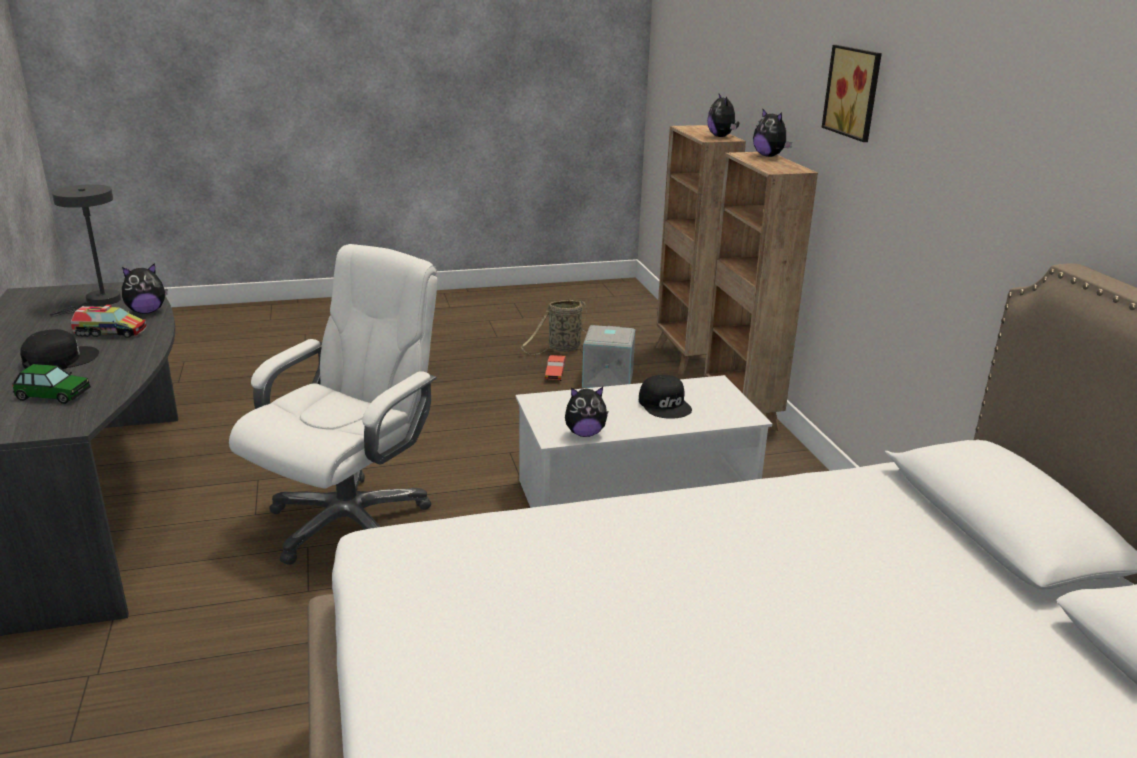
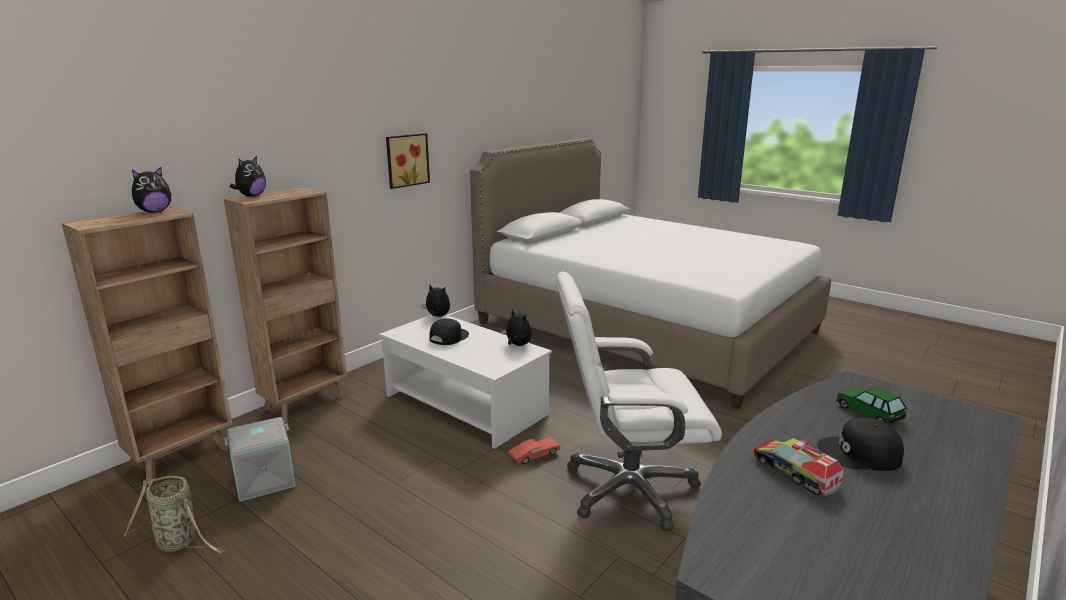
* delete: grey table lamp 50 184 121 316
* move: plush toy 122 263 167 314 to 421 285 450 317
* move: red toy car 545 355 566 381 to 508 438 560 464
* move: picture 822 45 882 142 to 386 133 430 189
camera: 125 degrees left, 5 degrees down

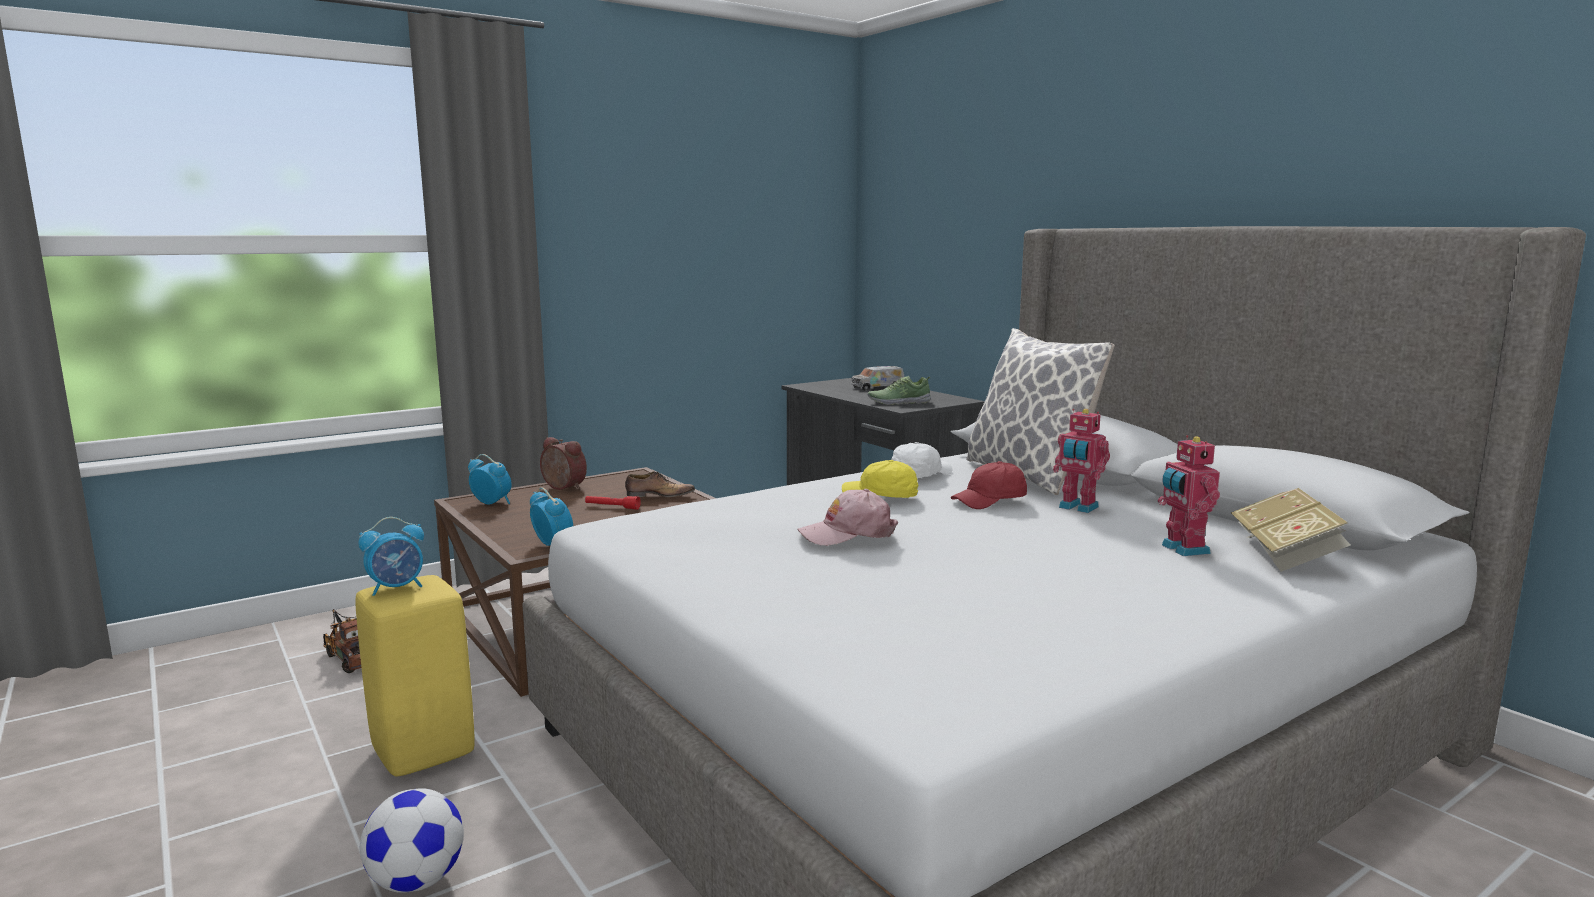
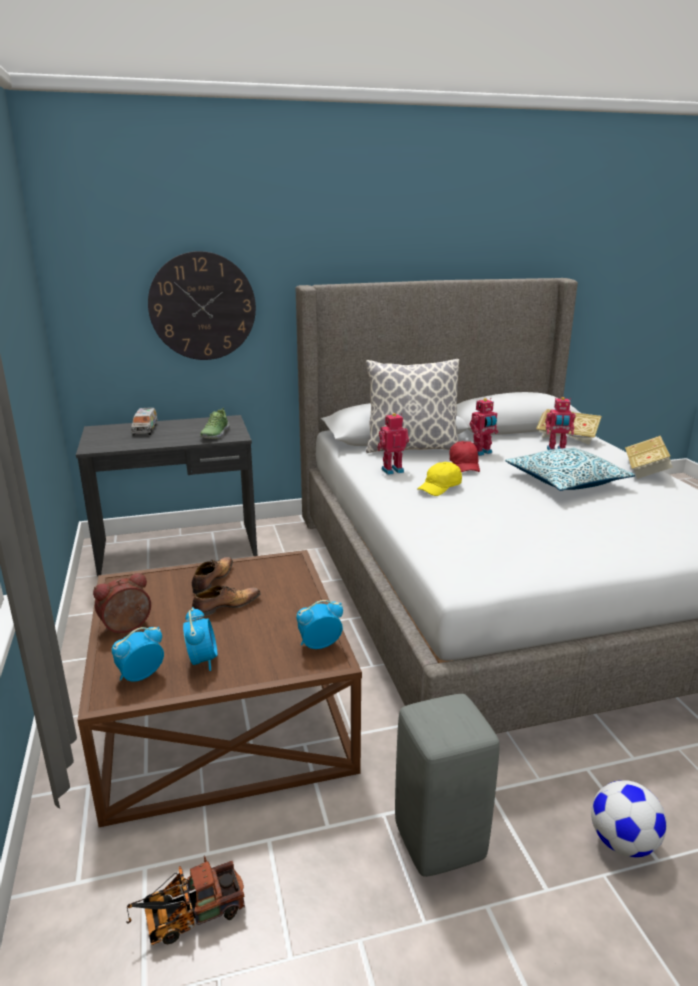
* delete: pink cap 798 489 898 546
* insert: wall clock 148 251 256 360
* insert: pillow 506 447 635 491
* insert: book 625 436 673 479
* move: alarm clock 358 517 424 596 to 183 607 217 671
* replace: red flashlight 585 496 641 510 to shoe 192 585 261 616
* replace: white cap 891 442 952 478 to toy robot 377 413 409 475
* recolor: yellow stool 355 575 474 776 to grey stool 395 694 500 877
camera: 70 degrees left, 10 degrees up

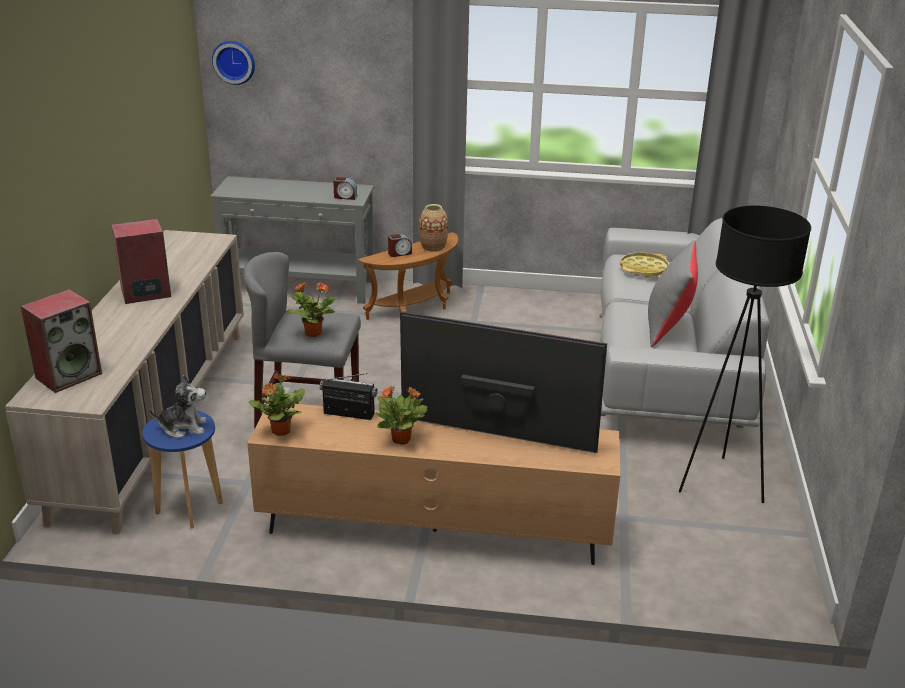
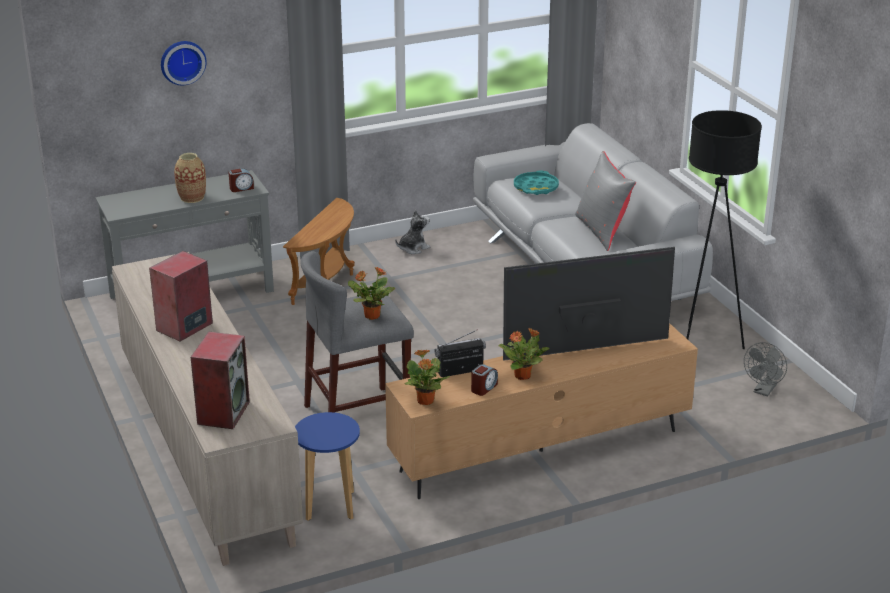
* insert: grey fan 744 342 787 396
* move: plush toy 149 375 206 438 to 395 210 430 254
* move: wall clock 212 41 255 85 to 161 41 207 85
* move: alarm clock 388 234 412 257 to 471 364 498 396
* move: vase 419 204 448 252 to 174 153 206 203
* recolor: yellow tray 620 252 669 278 to turquoise tray 514 170 559 195
camera: 30 degrees left, 0 degrees up

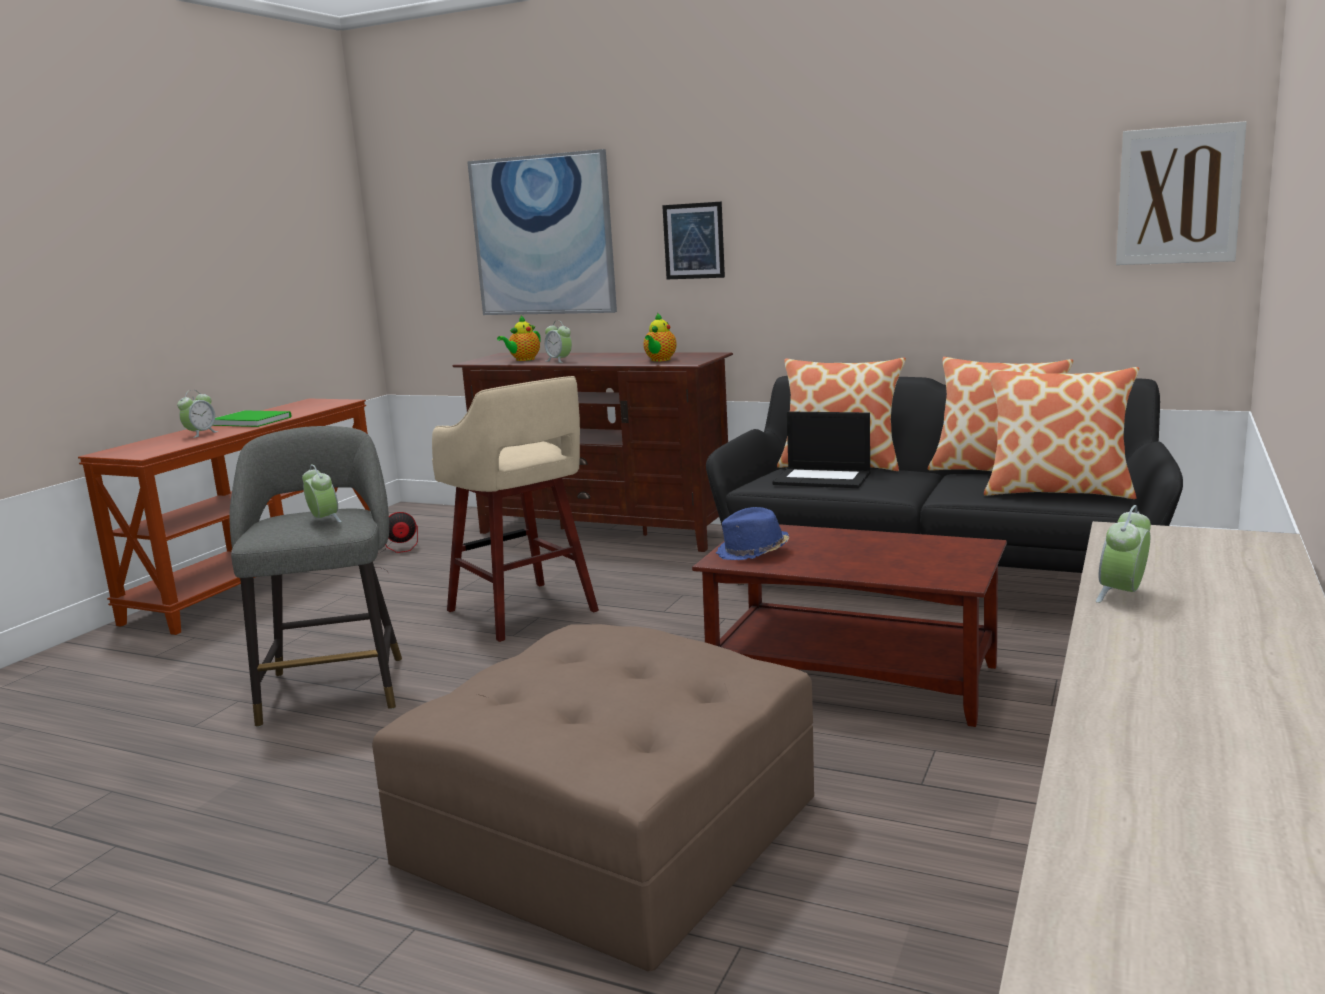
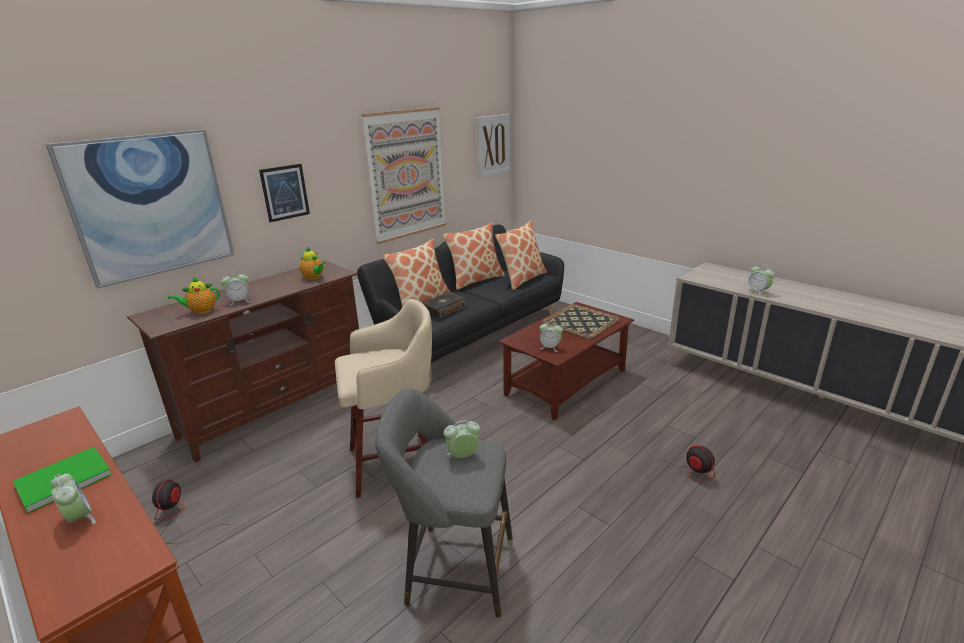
* insert: picture 362 107 446 244
* insert: tray 541 304 620 339
* replace: brown ottoman 372 624 814 972 to fan 642 446 715 495
* replace: blue hat 716 507 789 560 to alarm clock 539 321 563 352
* replace: laptop 773 411 870 488 to book 422 292 467 320
* rotate: teapot 497 316 541 361 = 168 276 220 314 90 degrees clockwise
camera: 70 degrees left, 10 degrees up

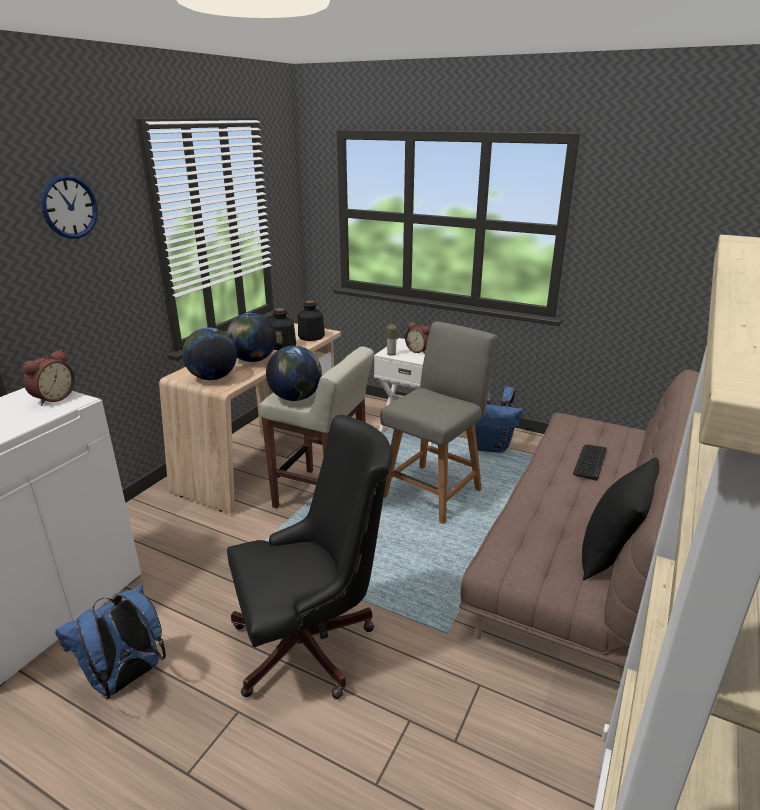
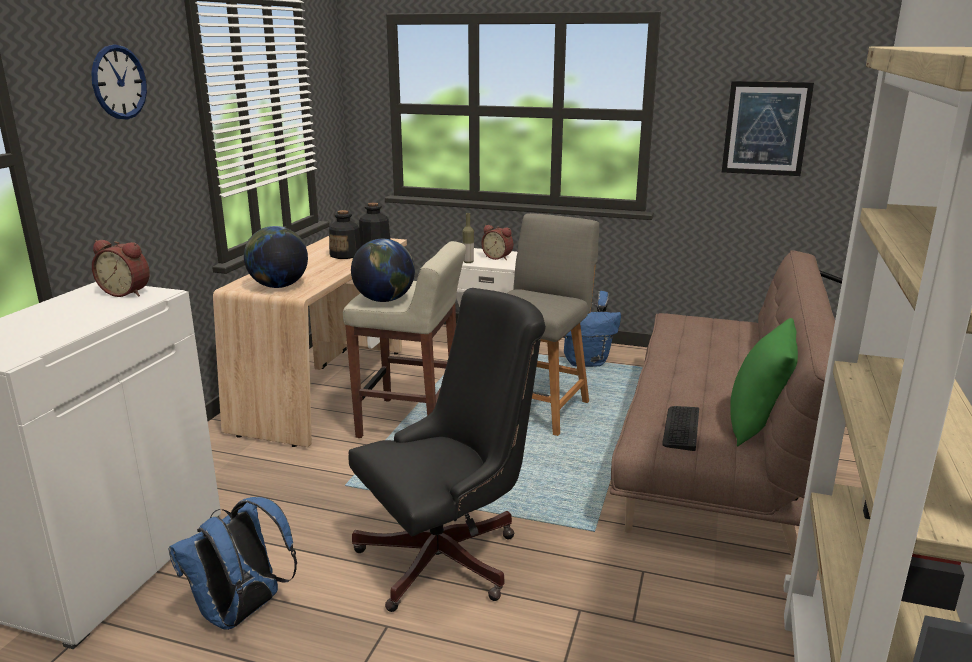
* delete: globe 226 313 276 362
* insert: picture 722 81 814 176
* move: keyboard 573 445 607 481 to 662 406 699 451
* recolor: black pillow 582 457 659 580 to green pillow 730 318 798 446
* rotate: alarm clock 23 350 75 406 = 92 240 150 297 90 degrees clockwise
camera: 10 degrees left, 5 degrees down

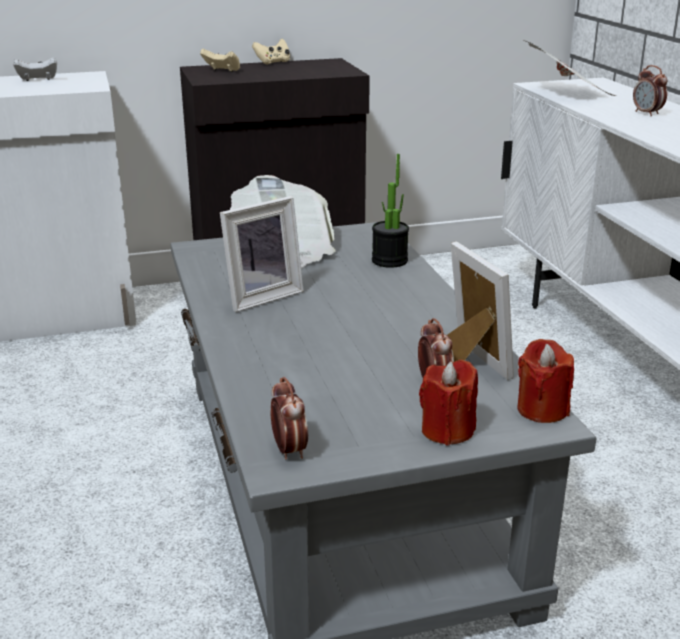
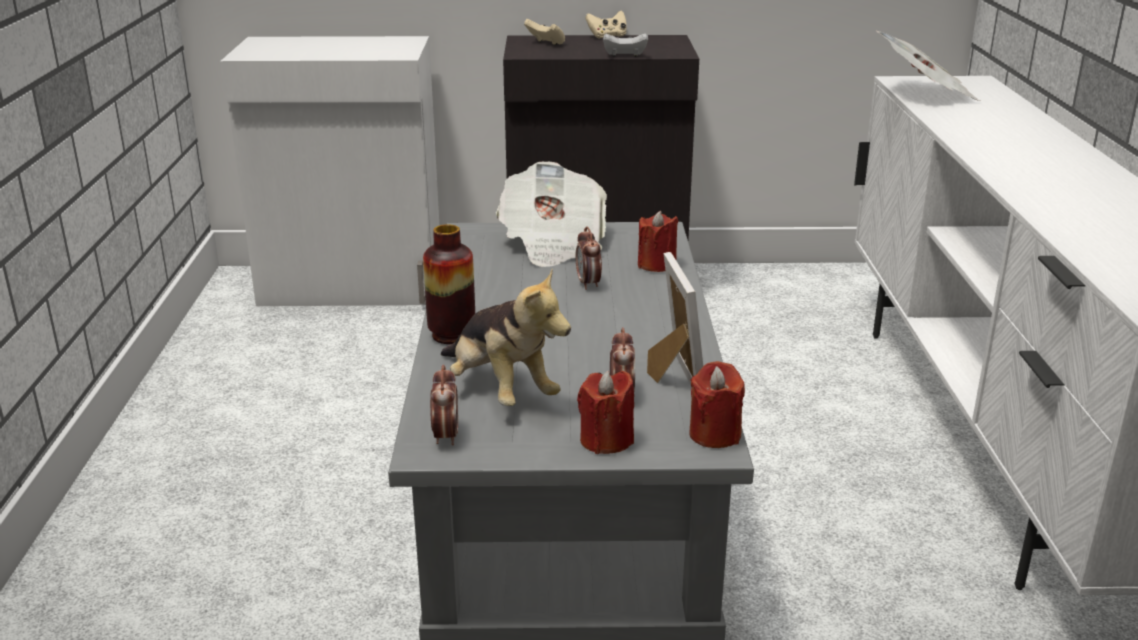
* delete: picture frame 220 196 304 312
* insert: vase 423 224 475 344
* insert: plush toy 441 269 571 406
* move: white game controller 13 58 57 81 to 603 34 648 56
* move: alarm clock 633 65 668 116 to 576 226 602 290
* replace: potted plant 372 154 409 268 to red candle 638 211 679 272
camera: 15 degrees right, 0 degrees up

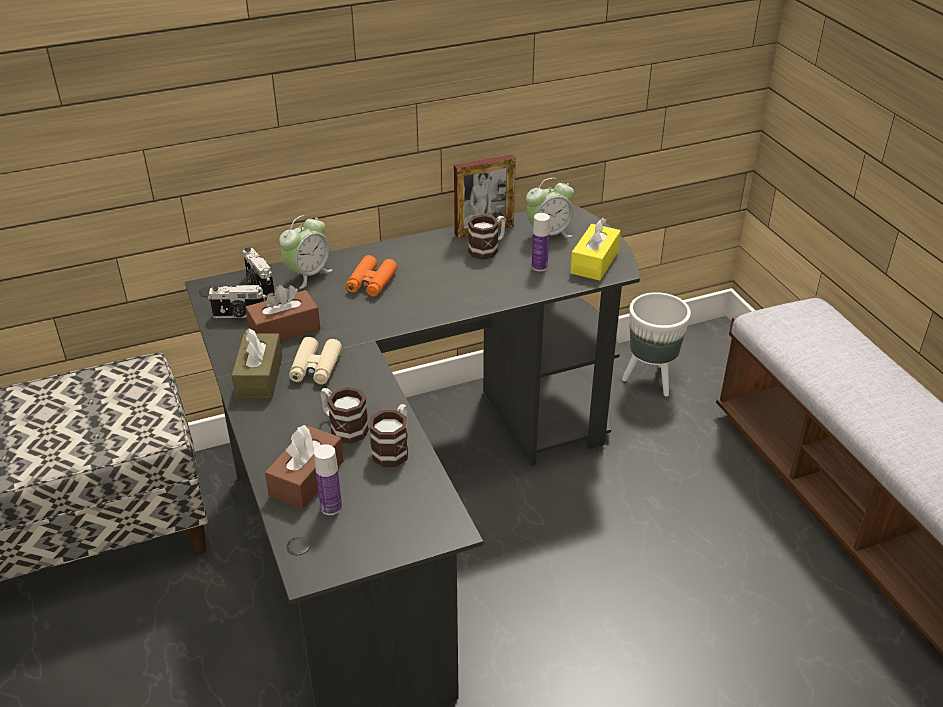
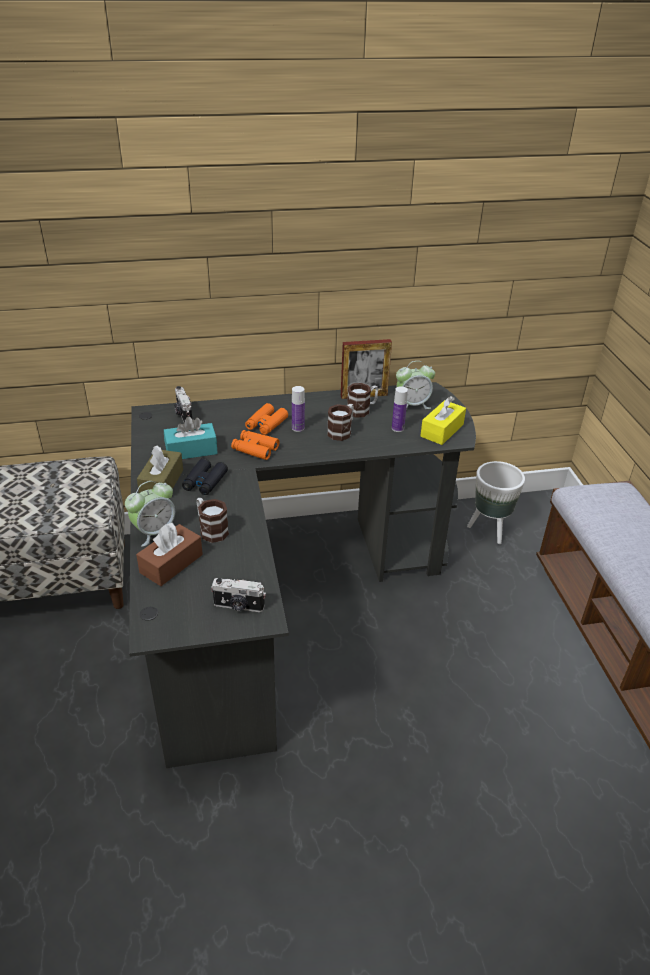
* insert: orange binoculars 231 430 279 460
* move: photo camera 208 285 265 318 to 211 578 266 612
* move: alarm clock 279 215 332 289 to 125 481 175 547
* move: bottle 314 444 342 515 to 292 386 305 432
* move: mug 369 404 409 467 to 327 404 354 441
* recolor: brown tissue box 245 285 320 341 to turquoise tissue box 164 416 218 459
* recolor: beige binoculars 289 337 342 384 to black binoculars 182 458 228 495
camera: 10 degrees right, 0 degrees up

